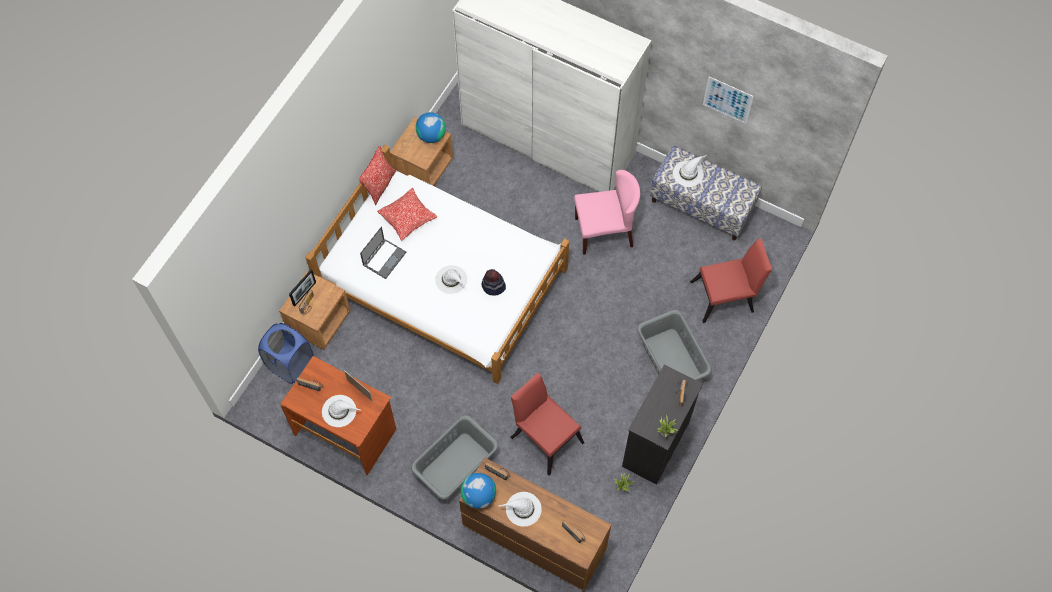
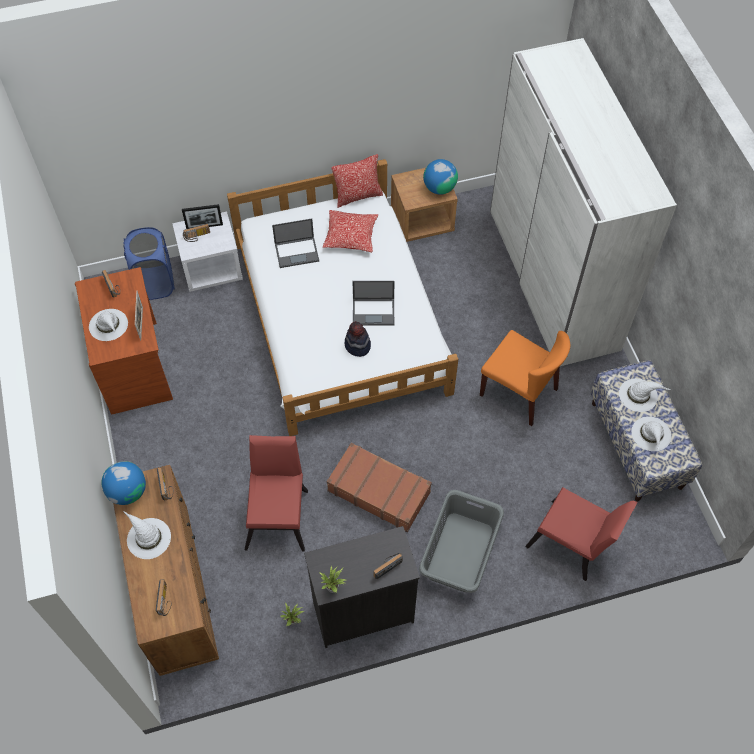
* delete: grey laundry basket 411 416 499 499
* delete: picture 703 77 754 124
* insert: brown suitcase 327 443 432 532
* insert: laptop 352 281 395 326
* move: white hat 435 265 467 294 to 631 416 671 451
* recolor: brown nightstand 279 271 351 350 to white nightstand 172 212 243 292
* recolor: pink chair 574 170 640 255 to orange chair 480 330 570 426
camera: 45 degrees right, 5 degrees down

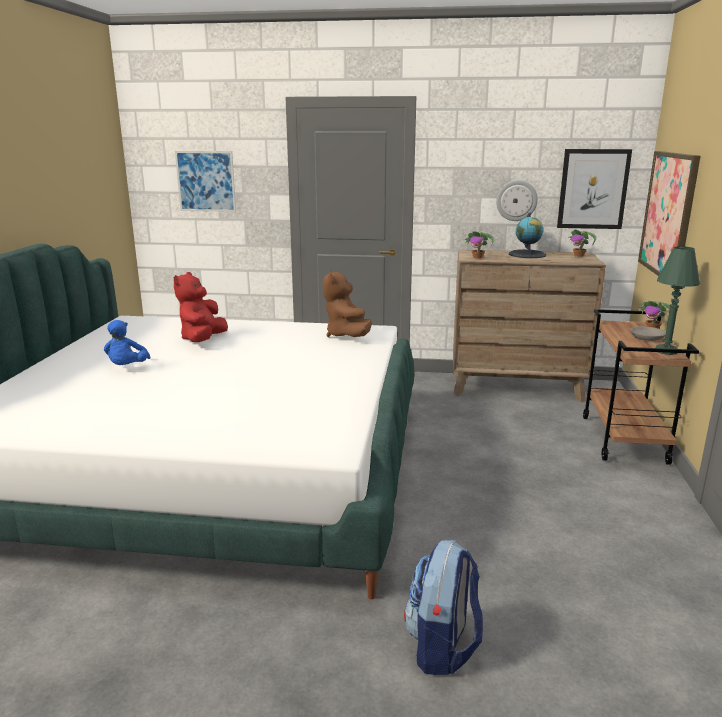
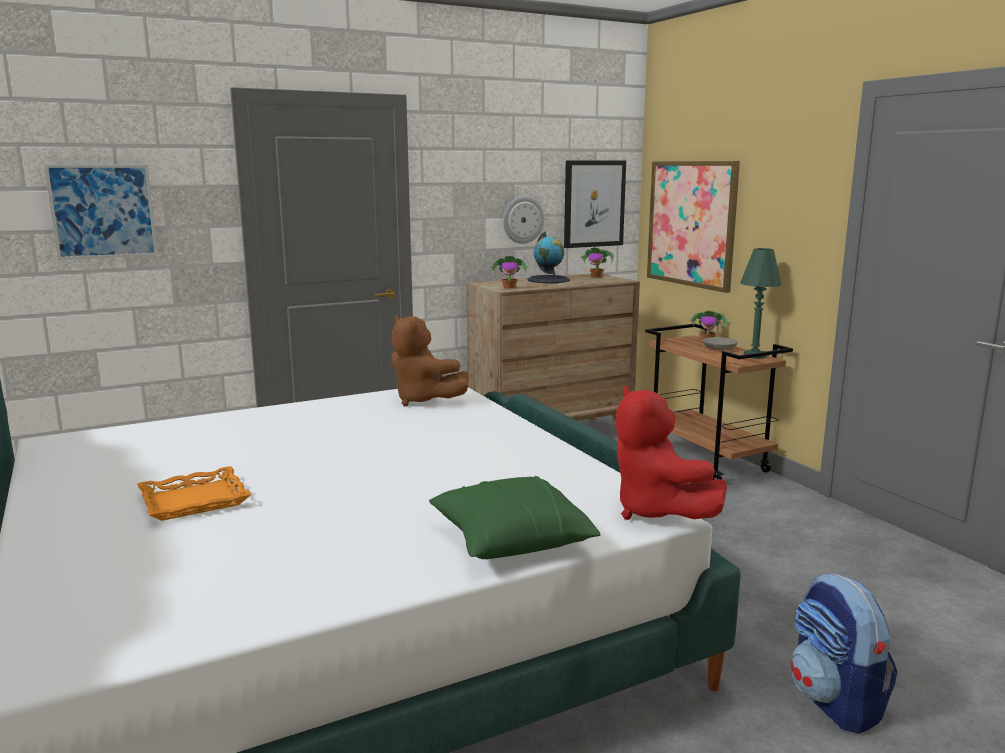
* insert: green pillow 429 476 601 559
* move: red plush toy 174 272 228 342 to 615 386 727 520
* replace: blue plush toy 104 320 151 365 to orange tray 137 466 252 521
camera: 35 degrees left, 5 degrees down

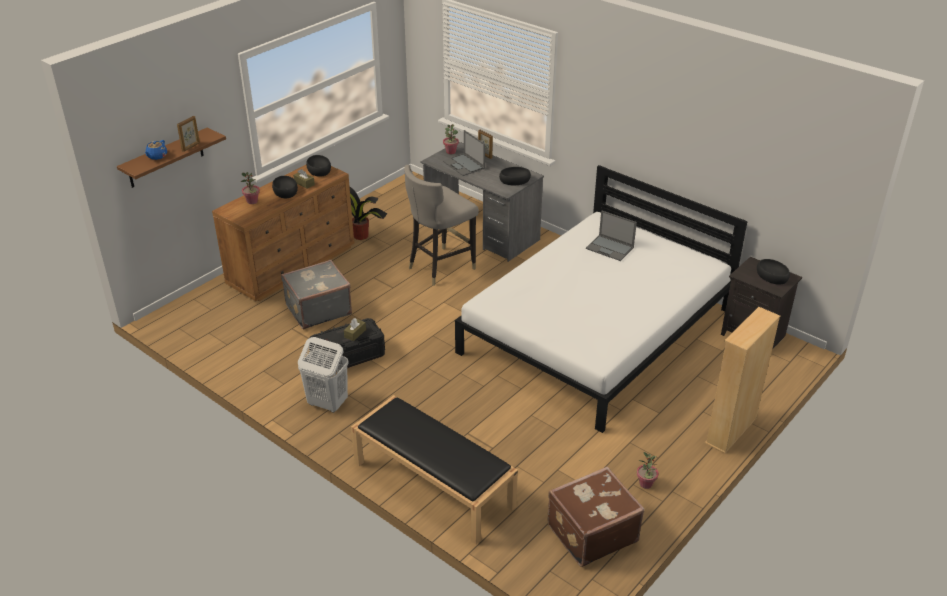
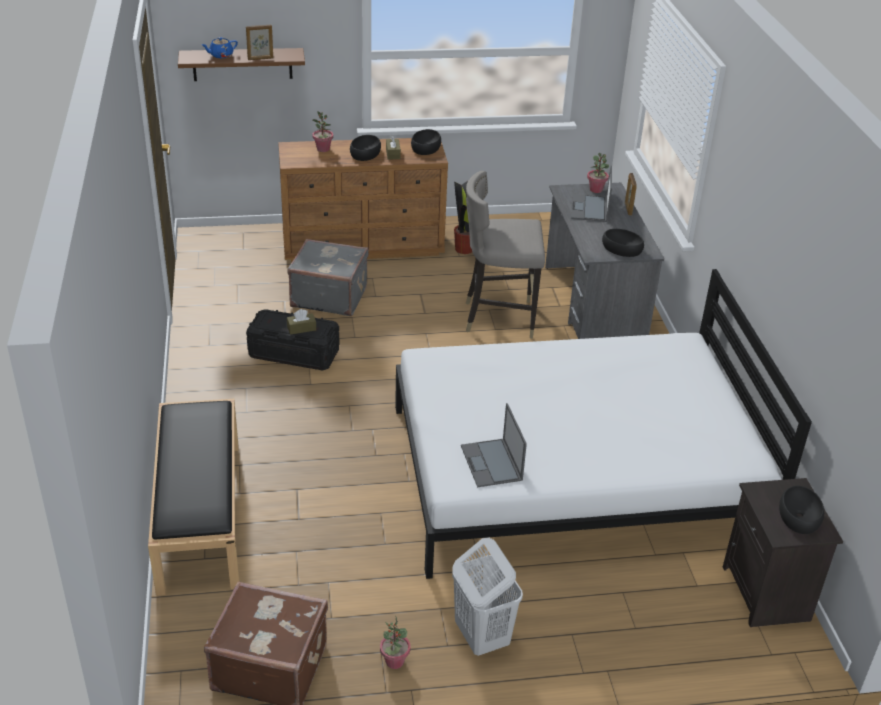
* delete: beige bookcase 705 307 780 454
* move: white laundry basket 298 337 349 413 to 452 537 523 656
* move: laptop 586 211 637 261 to 461 403 527 487
camera: 40 degrees right, 0 degrees up

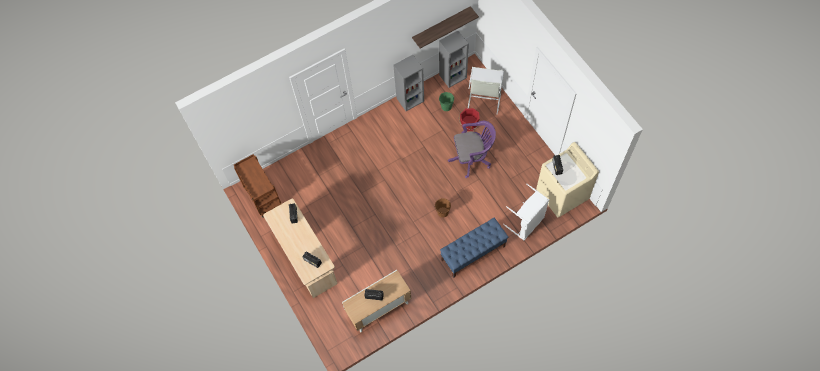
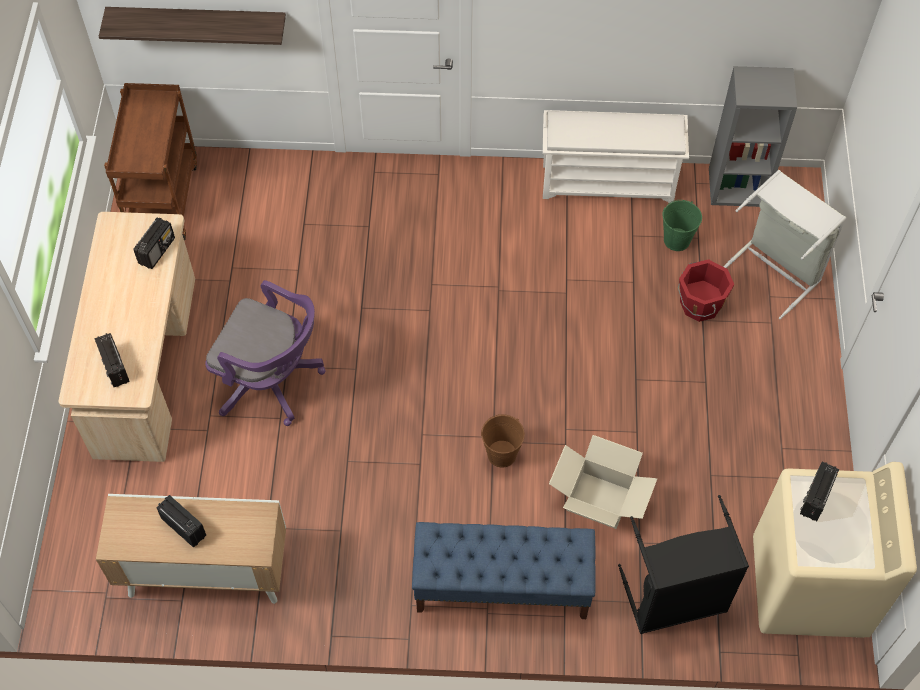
* insert: cardboard box 549 435 657 529
* move: shelf 412 6 479 48 to 99 7 286 45
* move: purple office chair 448 121 496 178 to 205 280 325 426
* replace: grey bookcase 393 55 424 111 to white shoe rack 543 110 689 203
* recolor: white laundry basket 503 184 549 240 to black laundry basket 618 495 749 634
camera: 30 degrees right, 5 degrees down

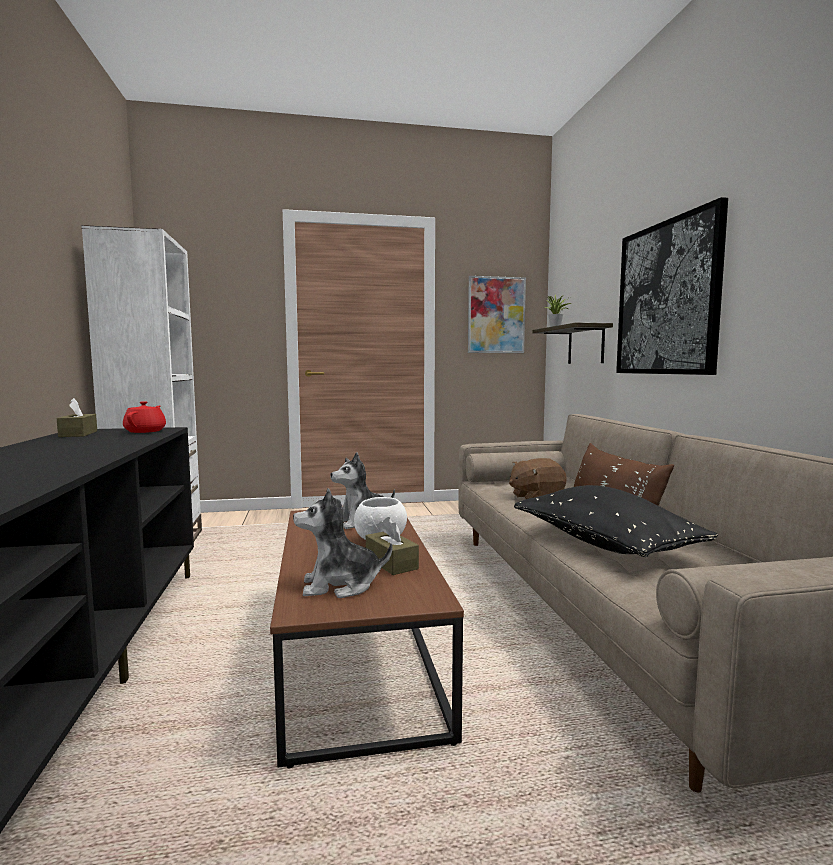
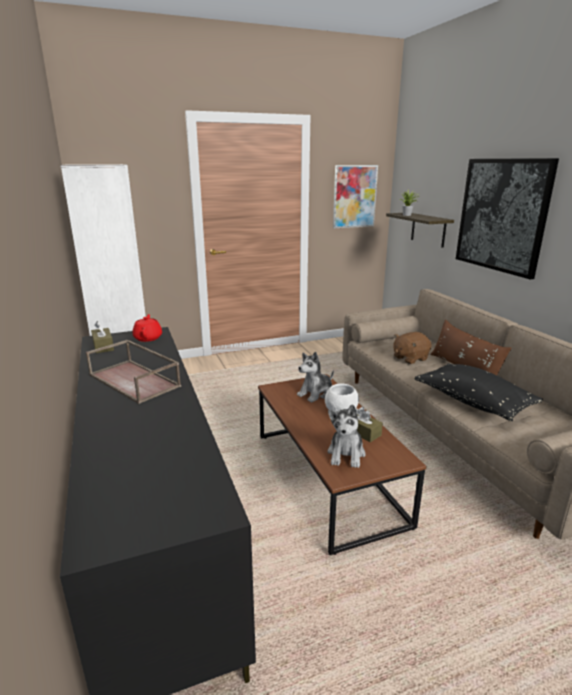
* insert: brown tray 86 340 181 404
* rotate: plush toy 293 488 392 598 = 328 405 366 468 60 degrees counterclockwise
camera: 10 degrees left, 15 degrees up

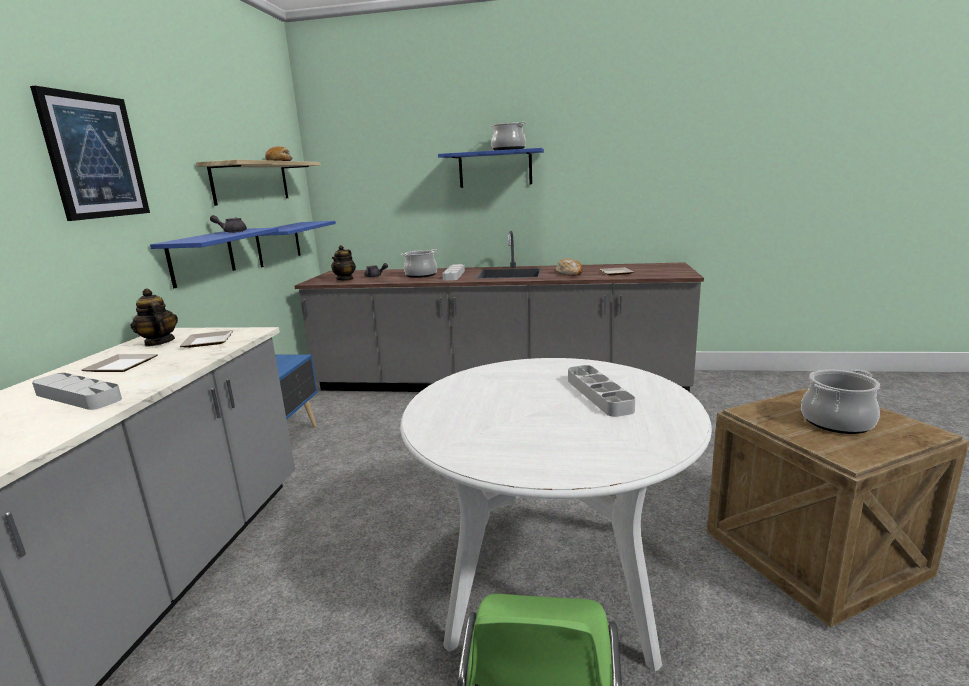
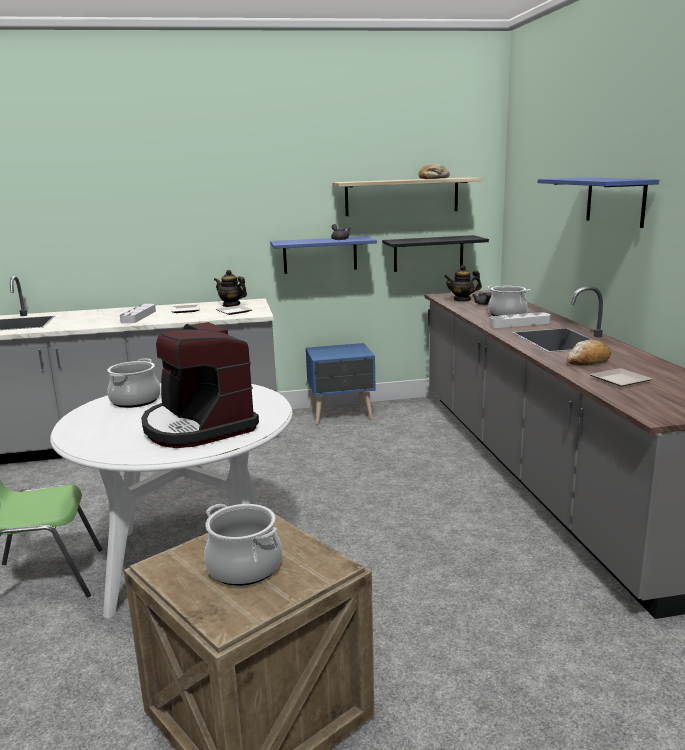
* delete: picture 30 86 150 221
* move: cooking pot 490 122 526 150 to 107 358 161 408
* replace: grey tray 568 365 635 417 to coffee machine 141 322 259 448
* recolor: blue shelf 256 221 336 267 to black shelf 382 235 489 272
* rotate: teapot 131 289 178 346 = 214 270 247 307 90 degrees counterclockwise
camera: 70 degrees right, 0 degrees up

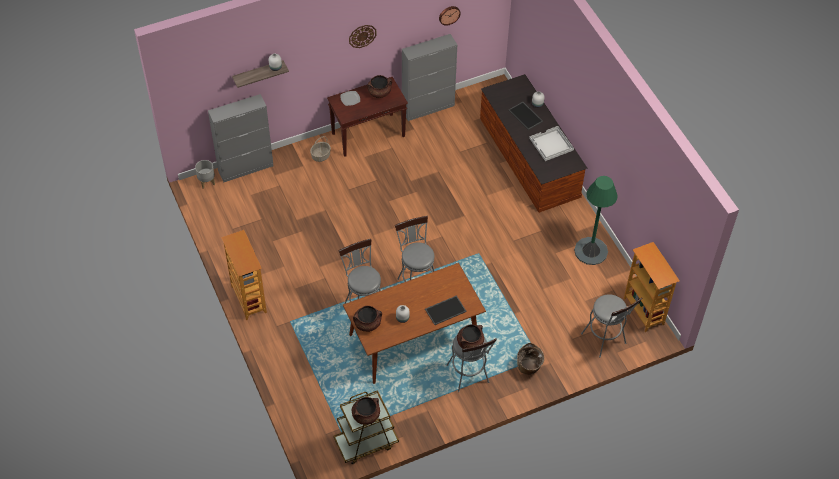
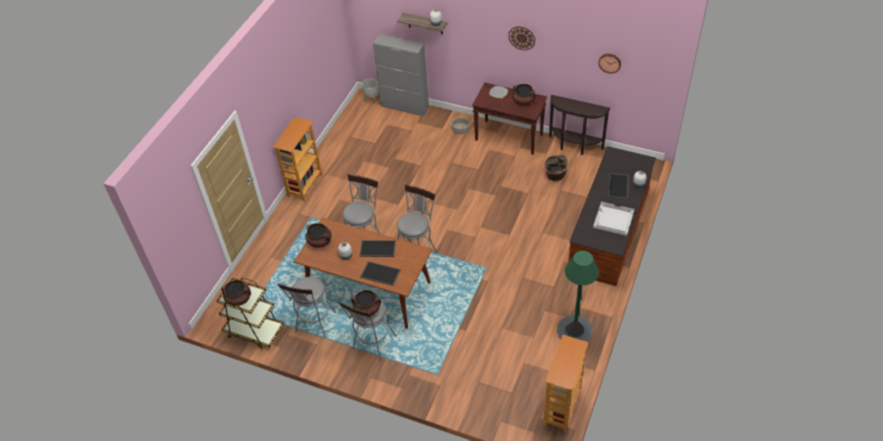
* insert: tray 360 240 396 257
* move: basket 517 343 545 375 to 544 155 568 181
* move: grey stool 581 294 642 357 to 277 277 337 339
* replace: grey cabinet 402 34 457 121 to brown console table 549 95 610 155
camera: 50 degrees right, 5 degrees down

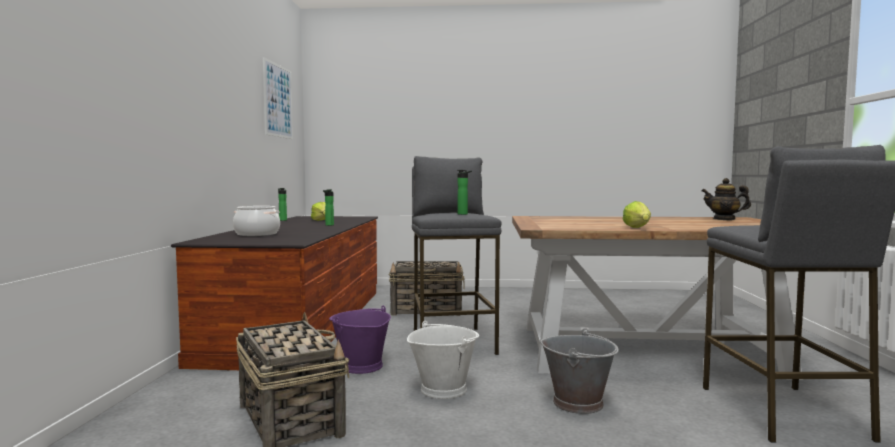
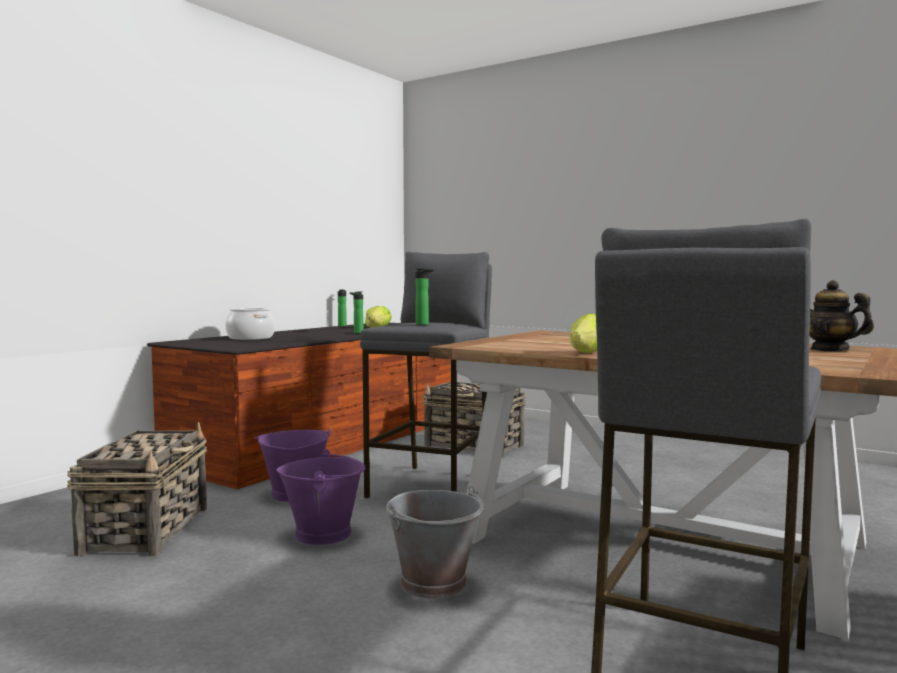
* delete: picture 263 57 293 139
* recolor: white bucket 407 321 479 399 to purple bucket 276 449 365 545
camera: 30 degrees right, 0 degrees up

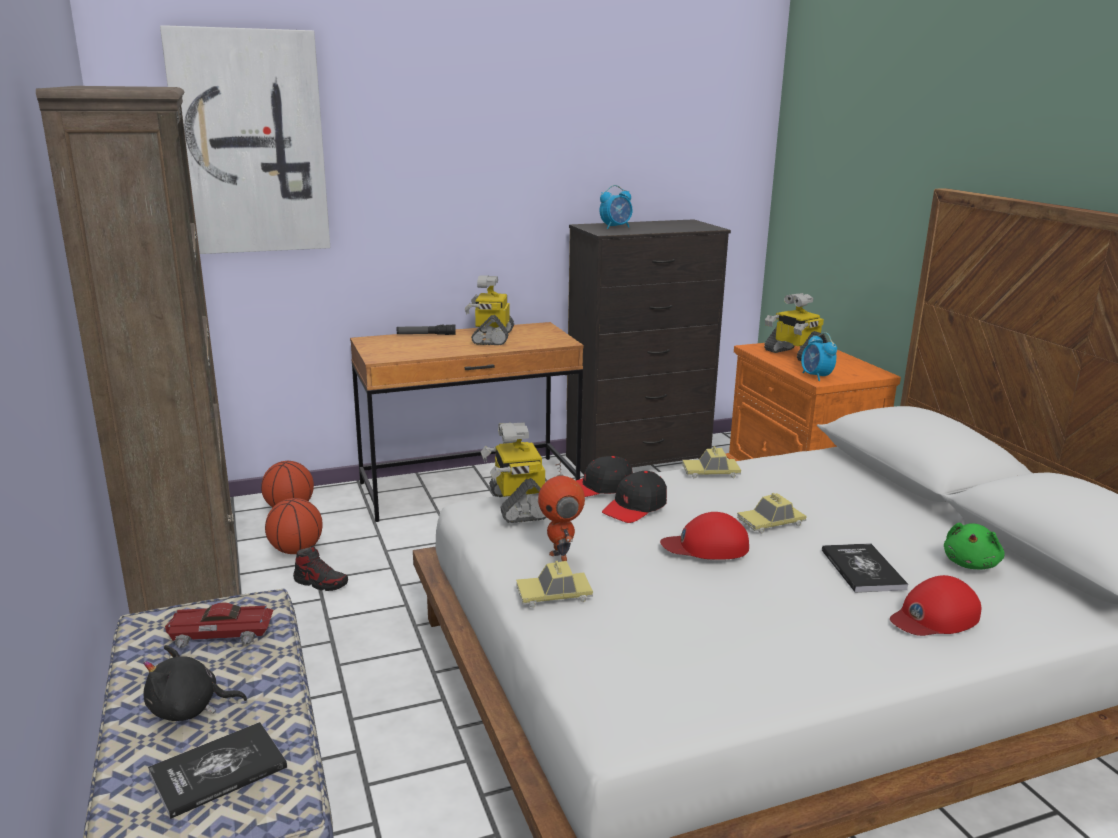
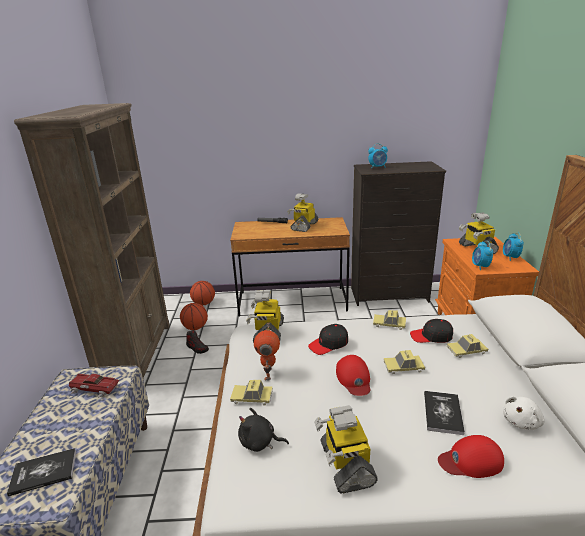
* delete: picture 160 25 330 254
* insert: toy robot 314 405 378 494
* insert: toy car 447 334 488 358
* insert: alarm clock 503 233 524 261
* move: black plush toy 143 645 247 721 to 238 408 289 452
* move: black cap 576 456 633 497 to 410 319 453 343
* recolor: green plush toy 944 523 1005 569 to white plush toy 503 396 545 430
* rotate: red cap 660 512 749 560 = 336 355 370 396 120 degrees counterclockwise
camera: 20 degrees right, 5 degrees up

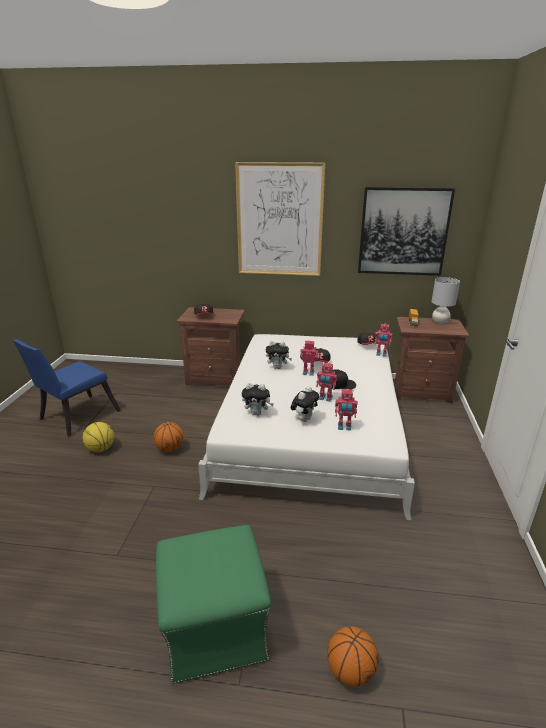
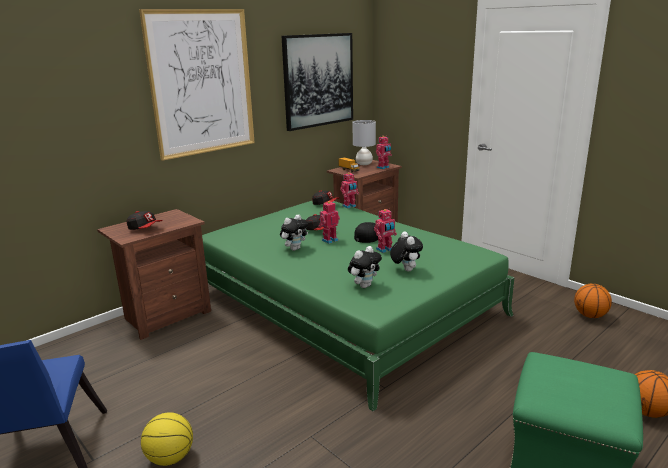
* move: basketball 154 422 184 452 to 574 284 612 318
* move: toy robot 335 389 358 431 to 376 136 392 169
* recolor: white bed 198 334 415 521 to green bed 202 201 515 411
camera: 50 degrees left, 5 degrees down

